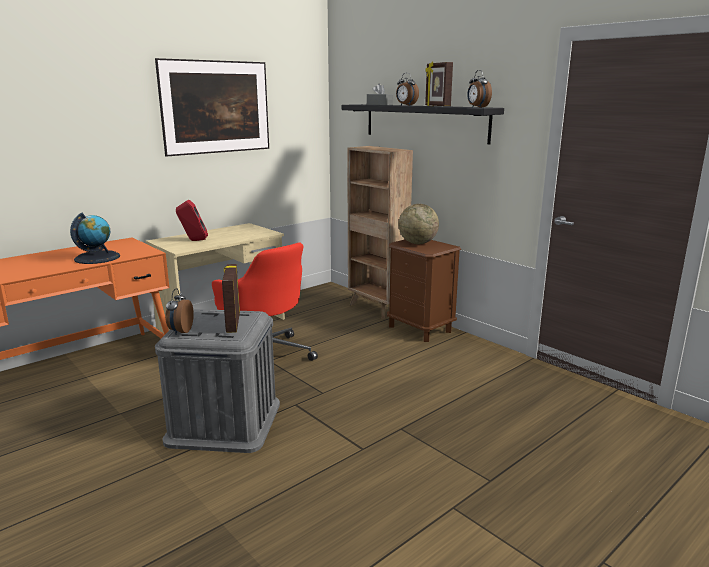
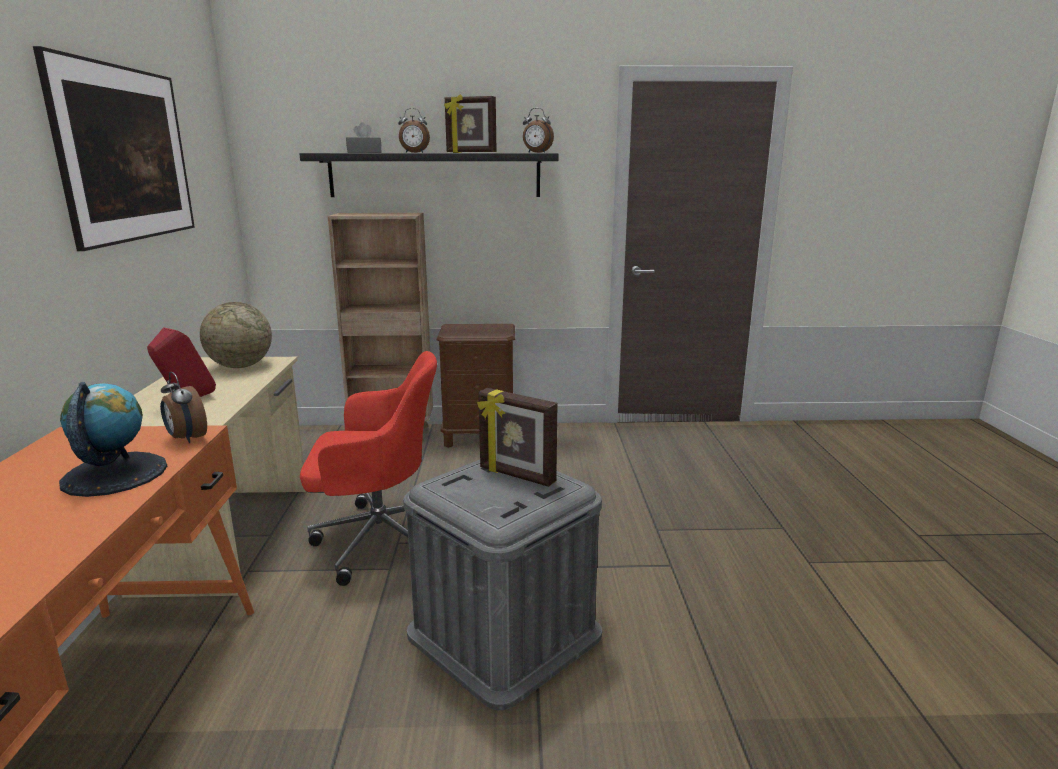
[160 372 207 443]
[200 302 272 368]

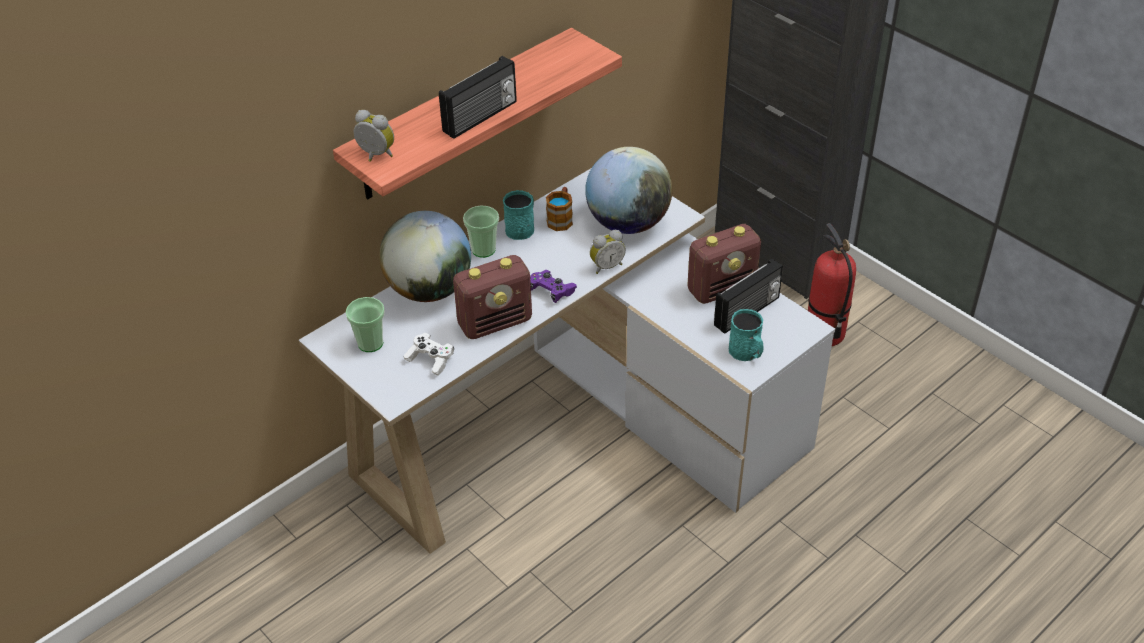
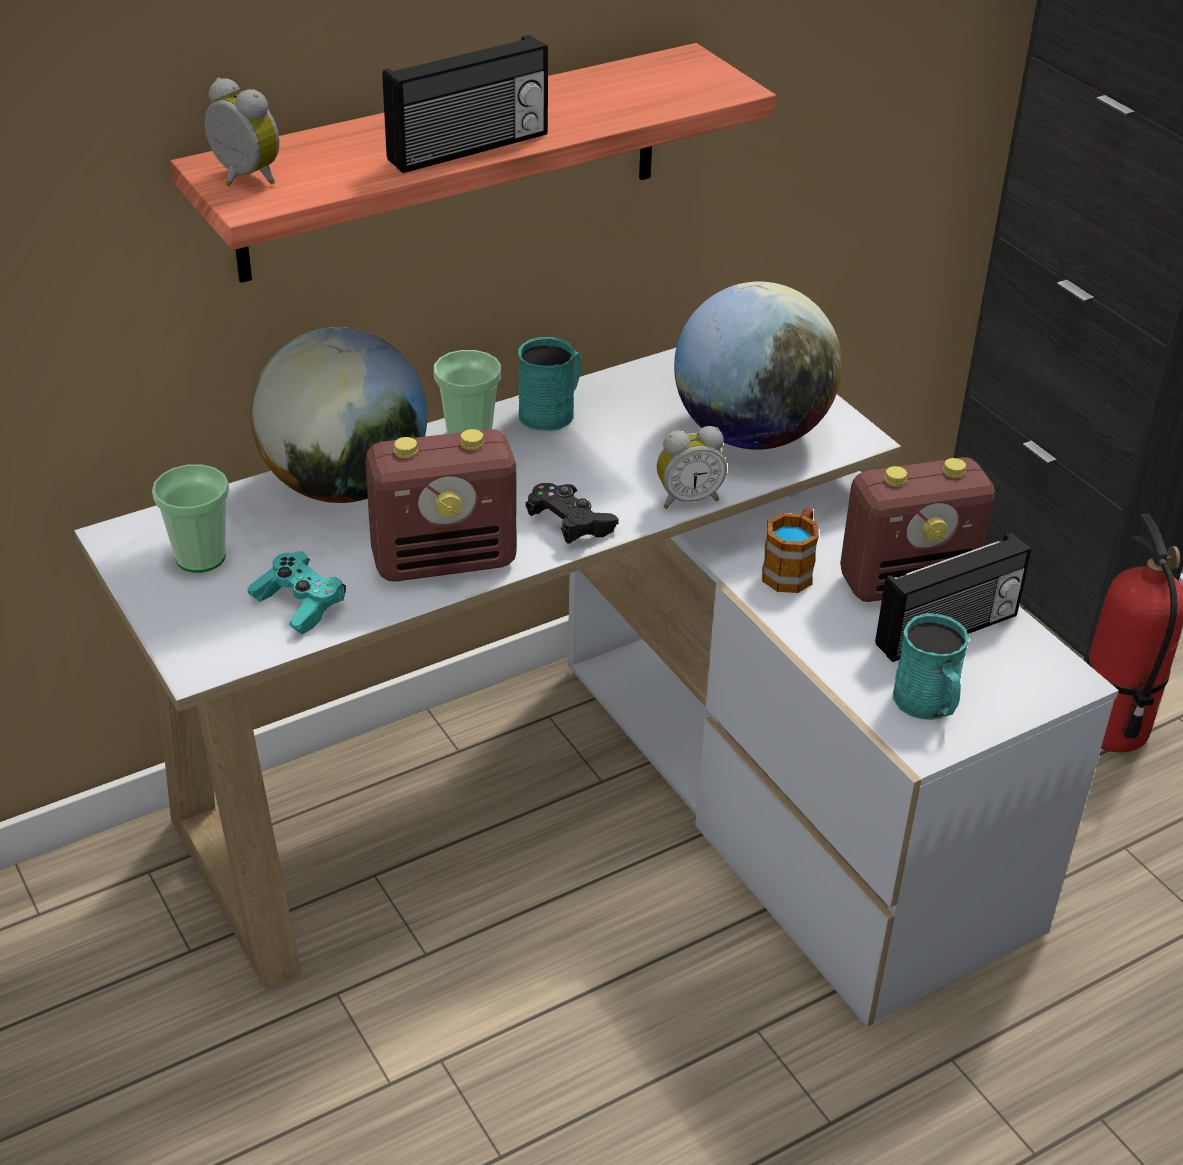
[248 551 346 634]
[526 483 619 544]
[762 508 819 593]

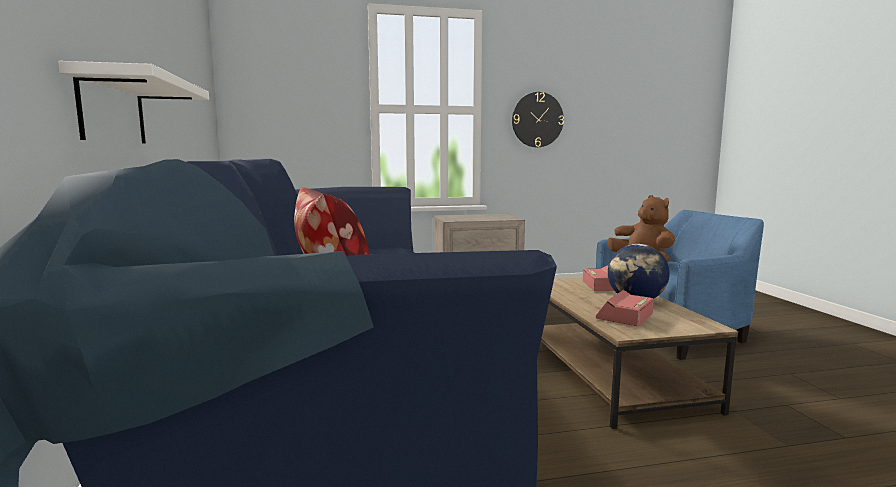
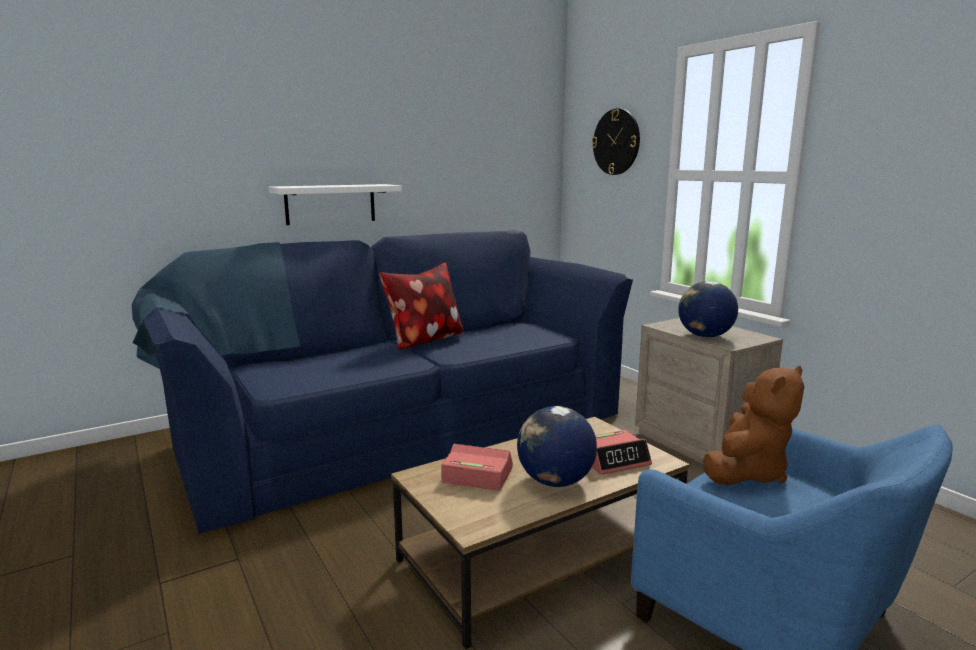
[592 108 640 175]
[678 281 738 338]

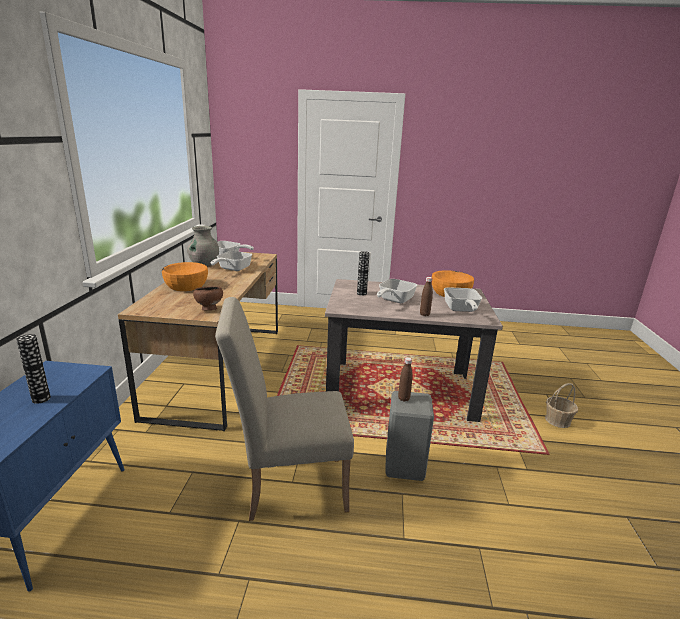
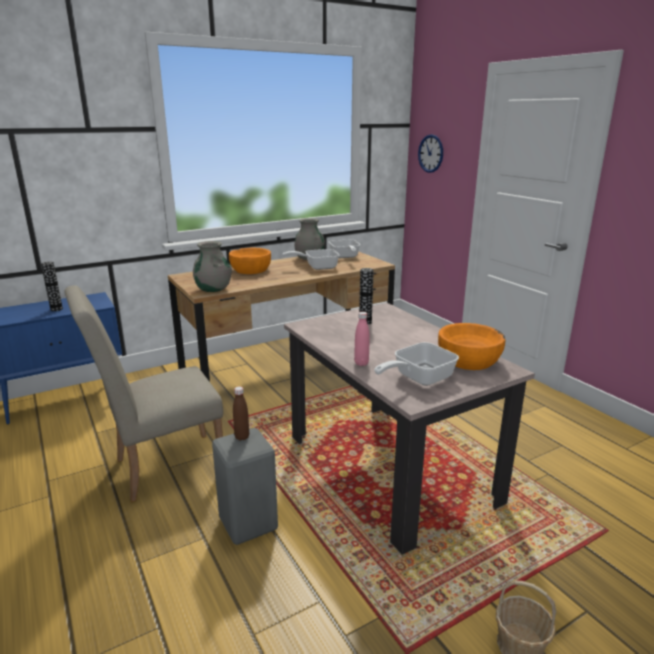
[193 241 232 292]
[64 285 223 502]
[377 279 417 303] (first image)
[354 312 370 366]
[418 134 443 173]

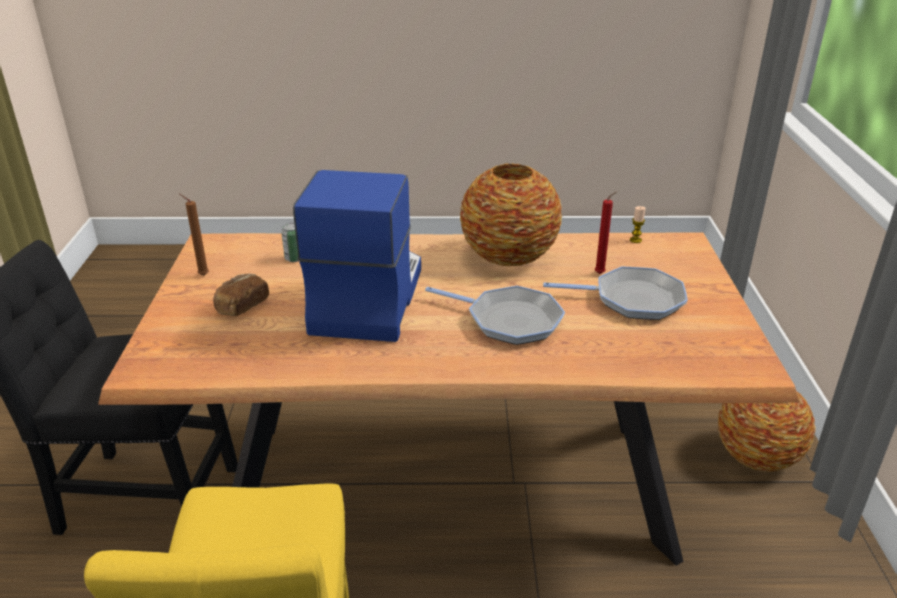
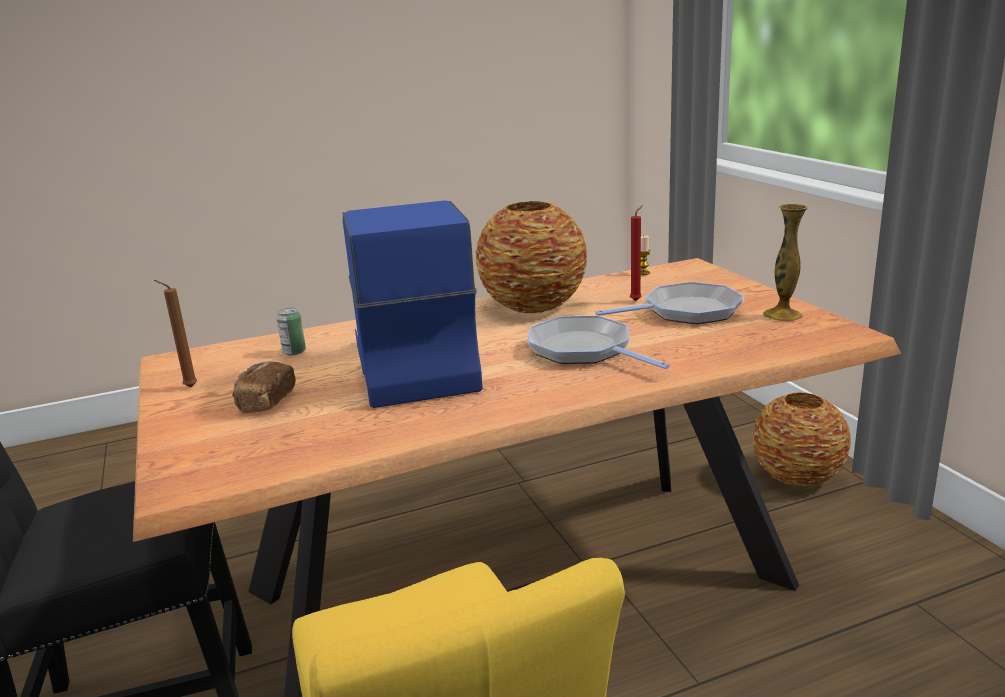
[528 316 670 369]
[763 204 808 321]

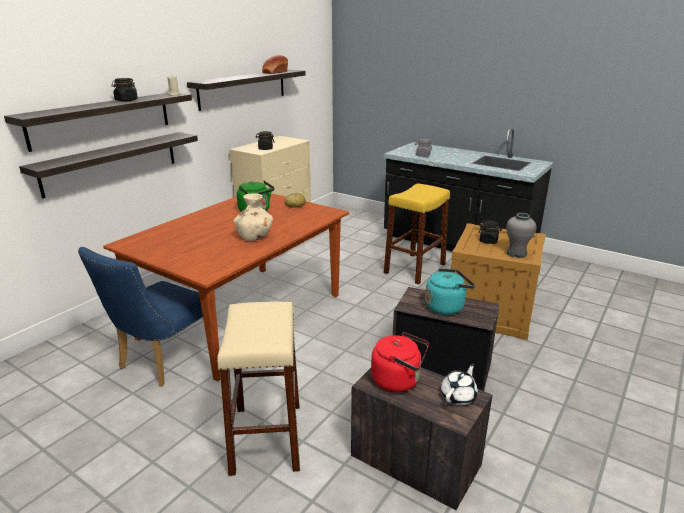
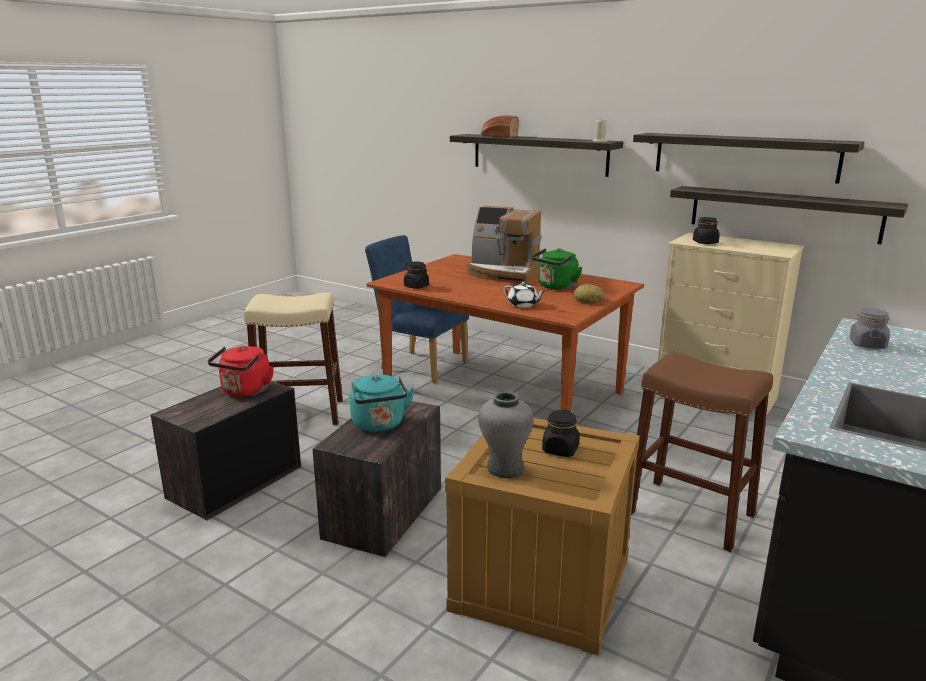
[670 186 908 244]
[404 261 429 289]
[233 193 273 241] (first image)
[481 115 519 137]
[631 352 773 552]
[504 281 546 308]
[467 206 541 284]

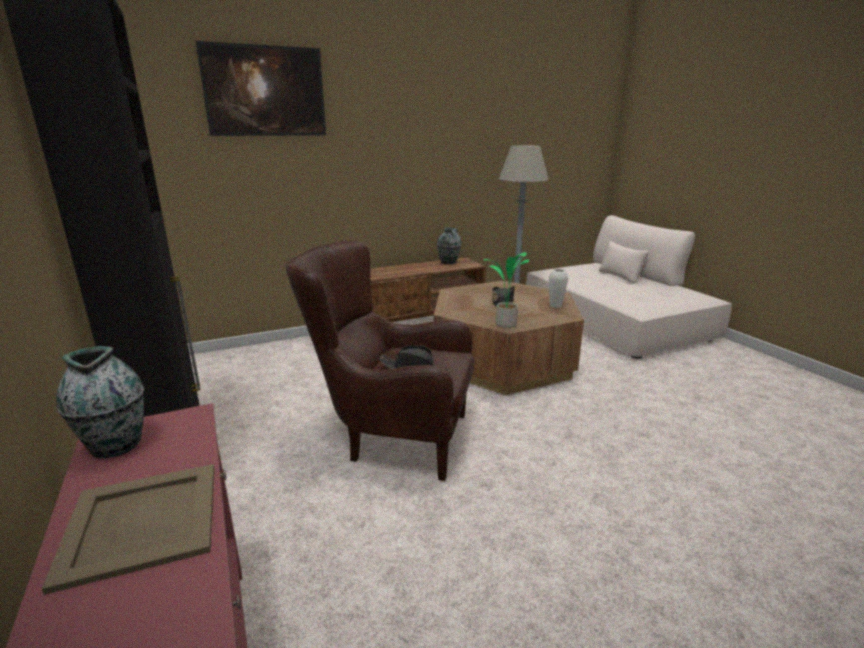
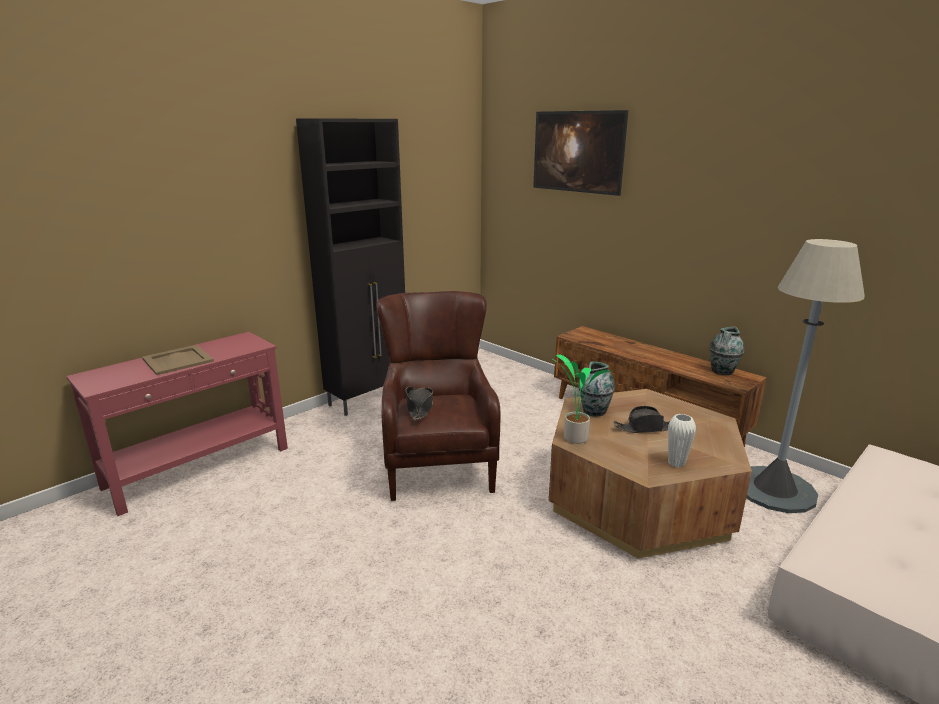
[578 361 615 417]

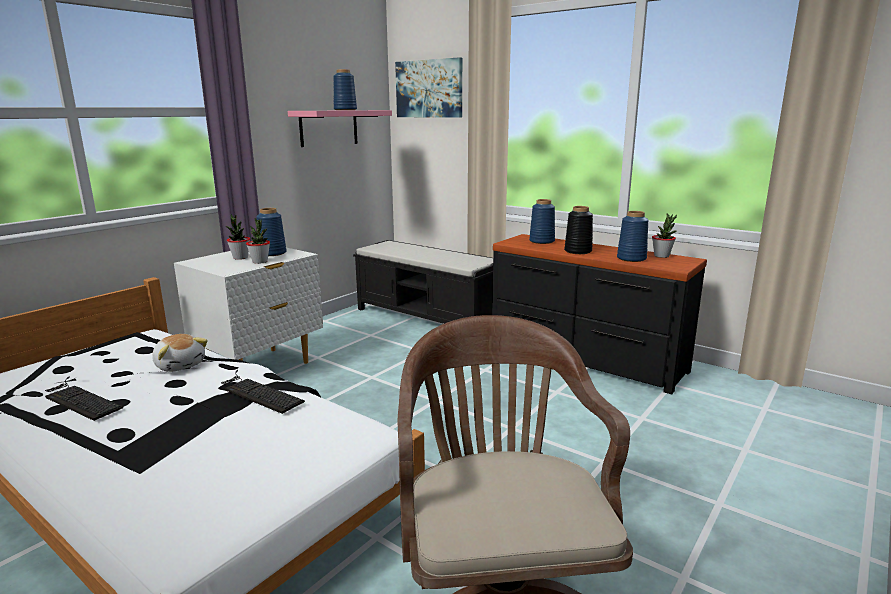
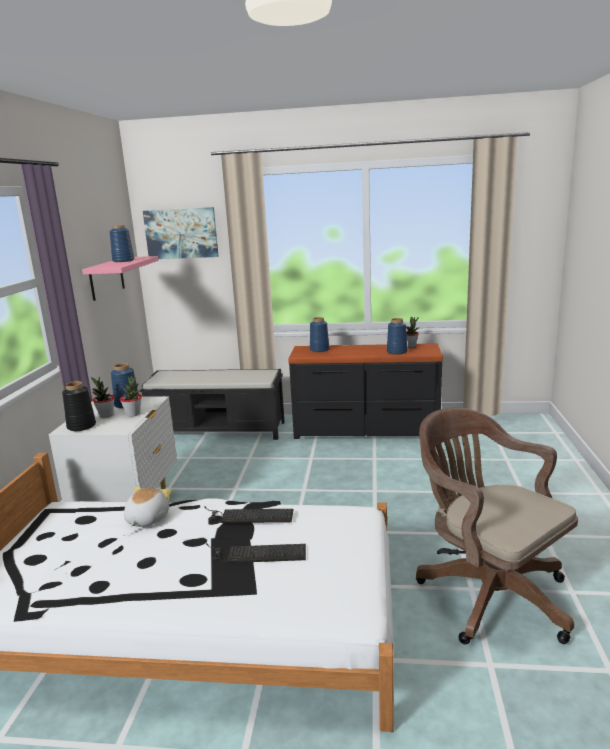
[206 543 306 563]
[124 486 172 527]
[62 381 96 431]

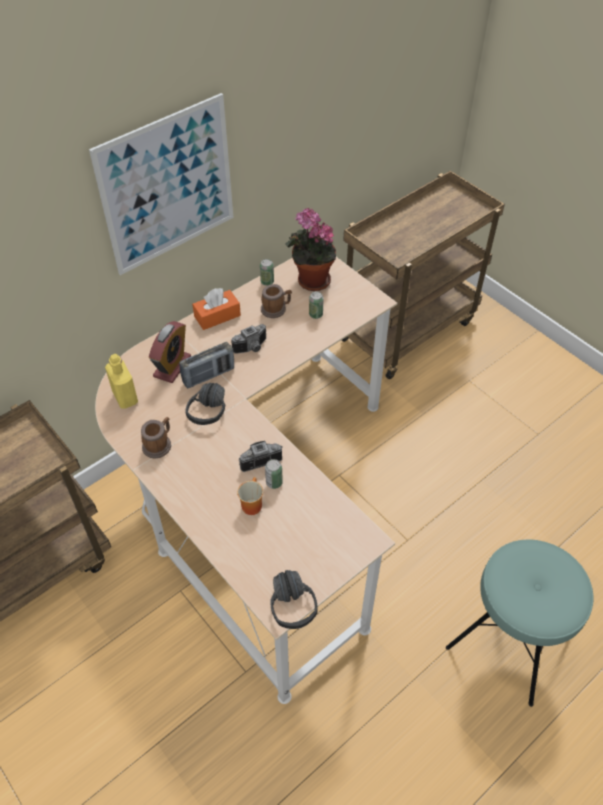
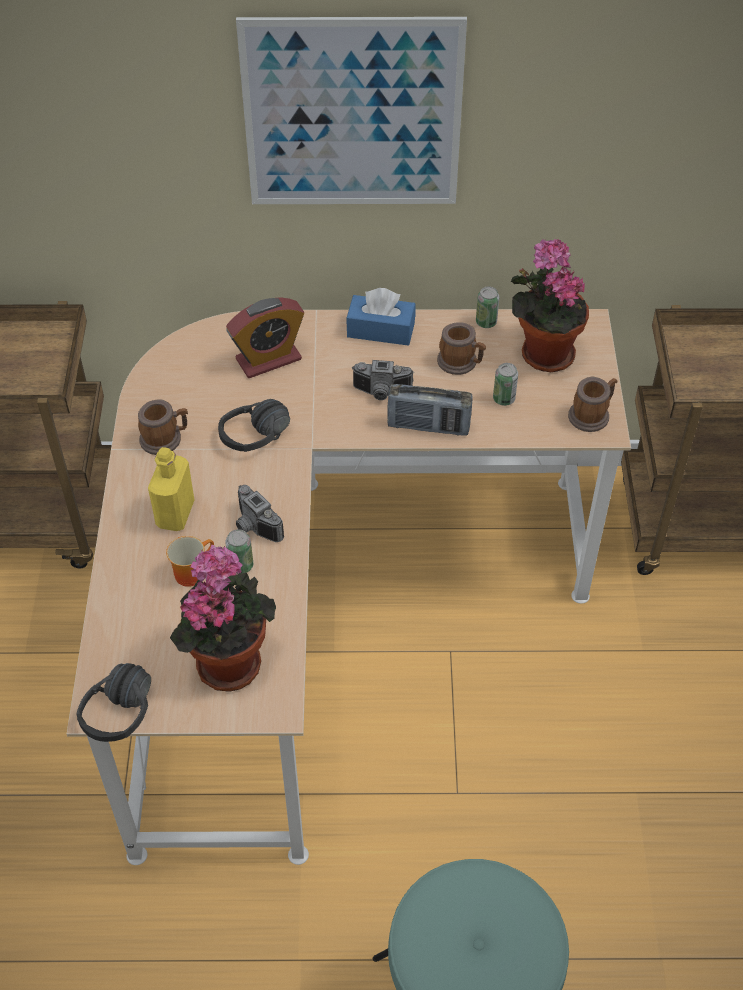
[148 447 194 531]
[387 384 472 436]
[347 288 416 346]
[236 485 284 542]
[170 545 276 692]
[568 376 617 432]

